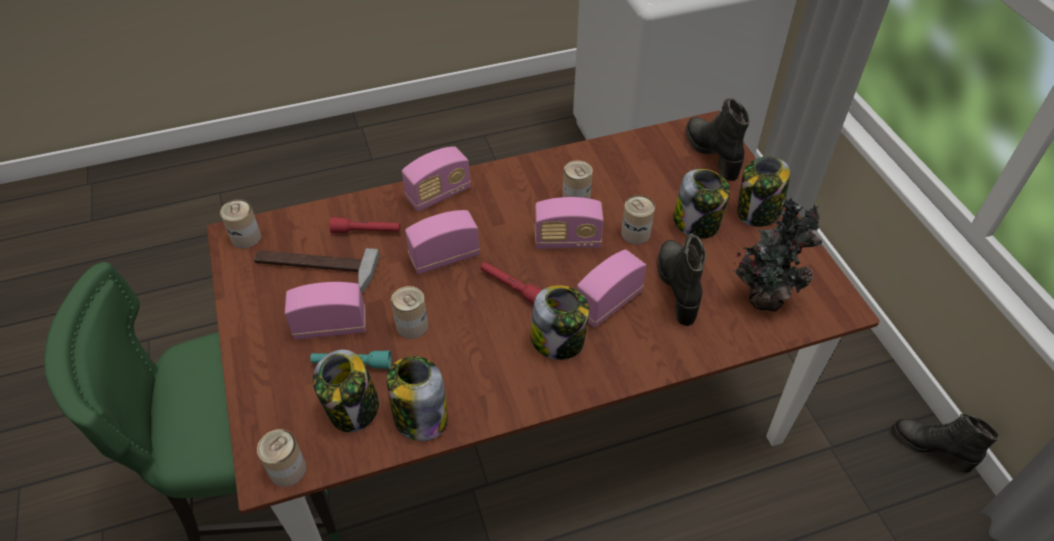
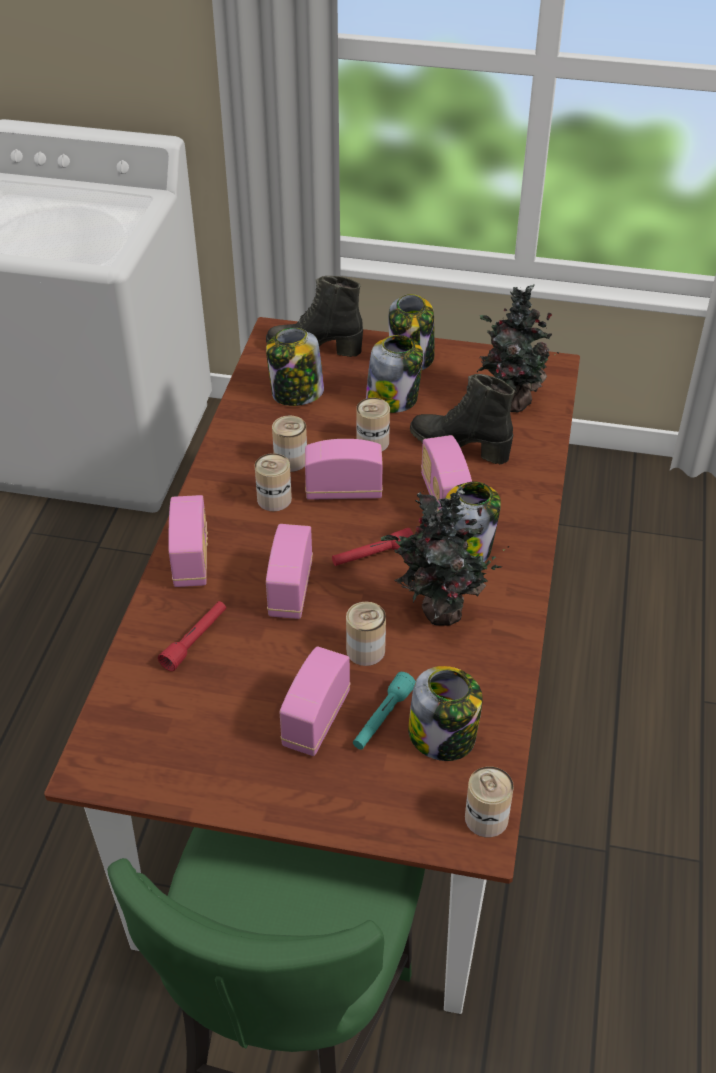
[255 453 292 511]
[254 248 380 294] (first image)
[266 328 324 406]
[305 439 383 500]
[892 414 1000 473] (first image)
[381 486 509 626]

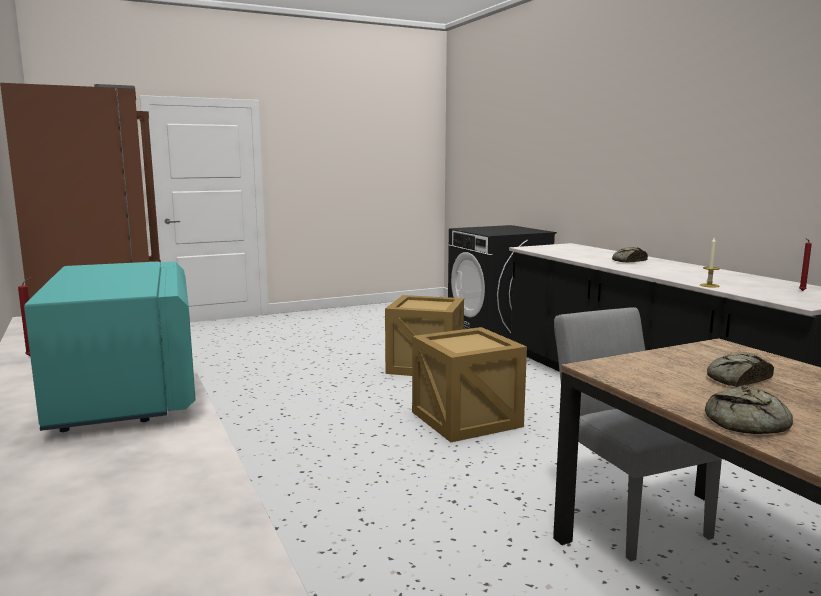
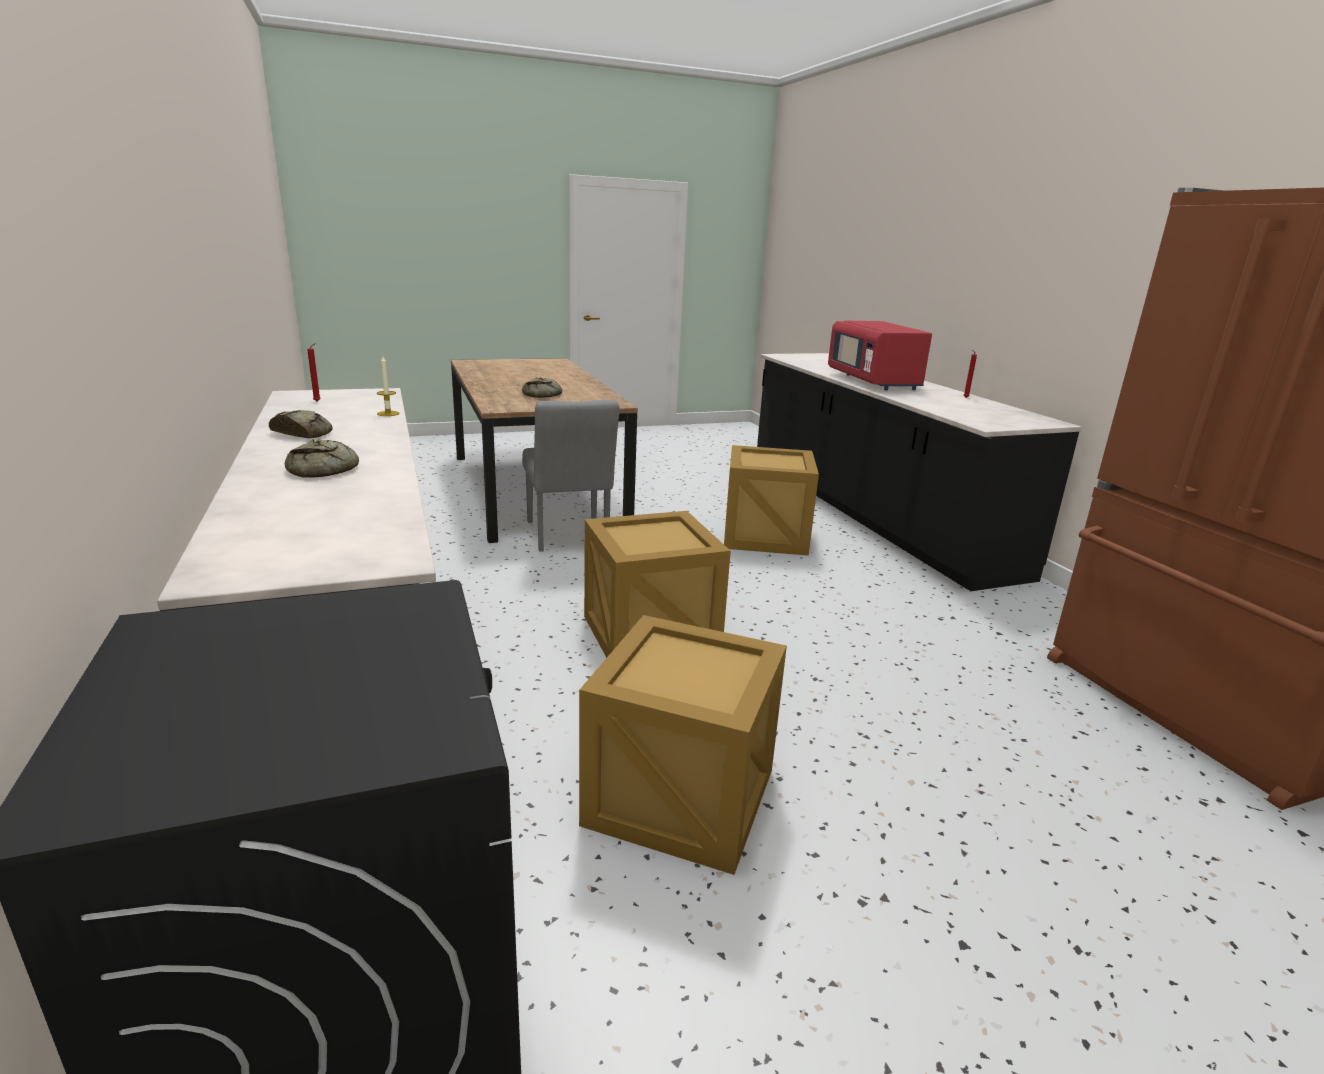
[828 321 932 390]
[269 410 333 438]
[724 445 819 556]

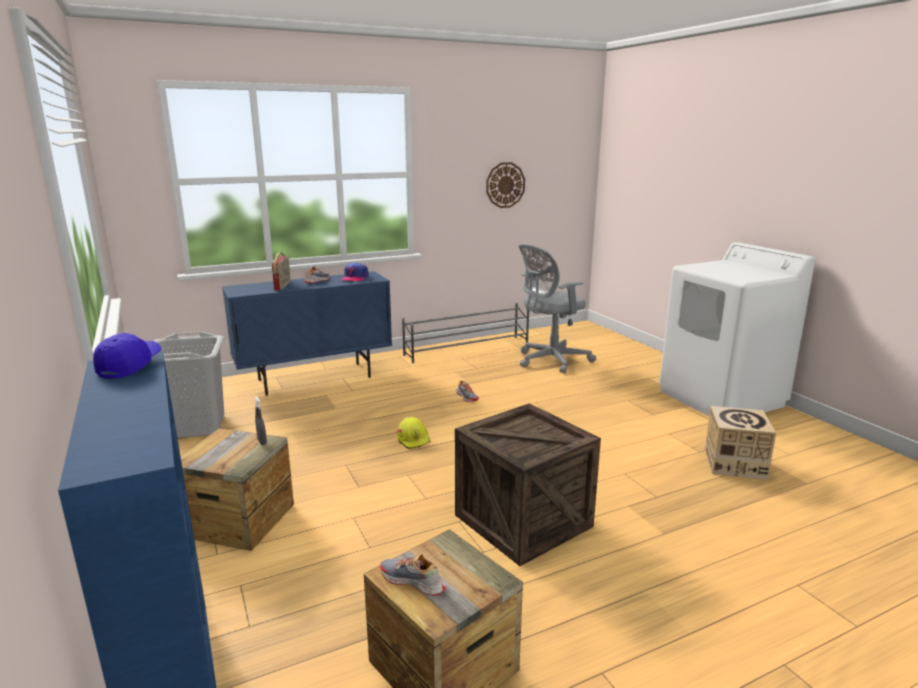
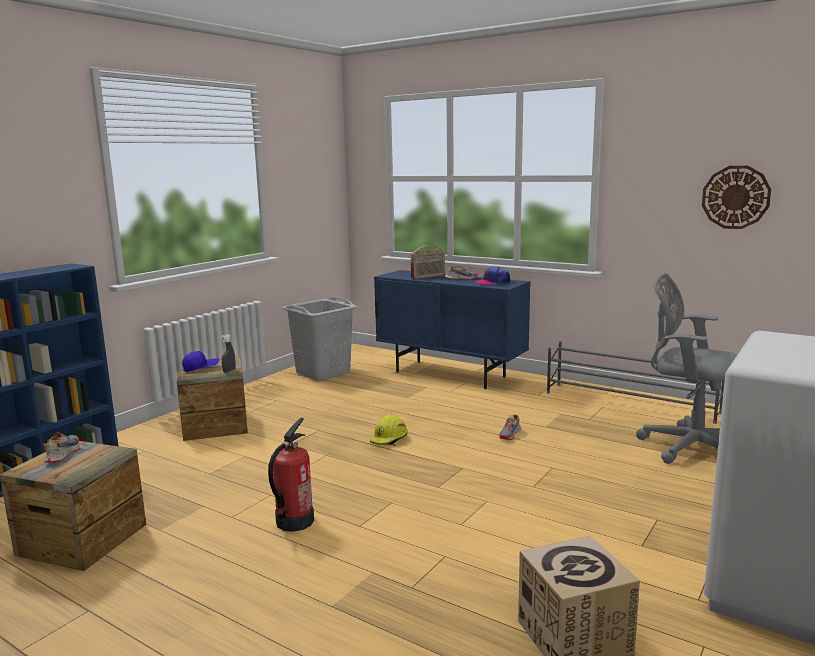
[182 351 220 372]
[268 418 314 532]

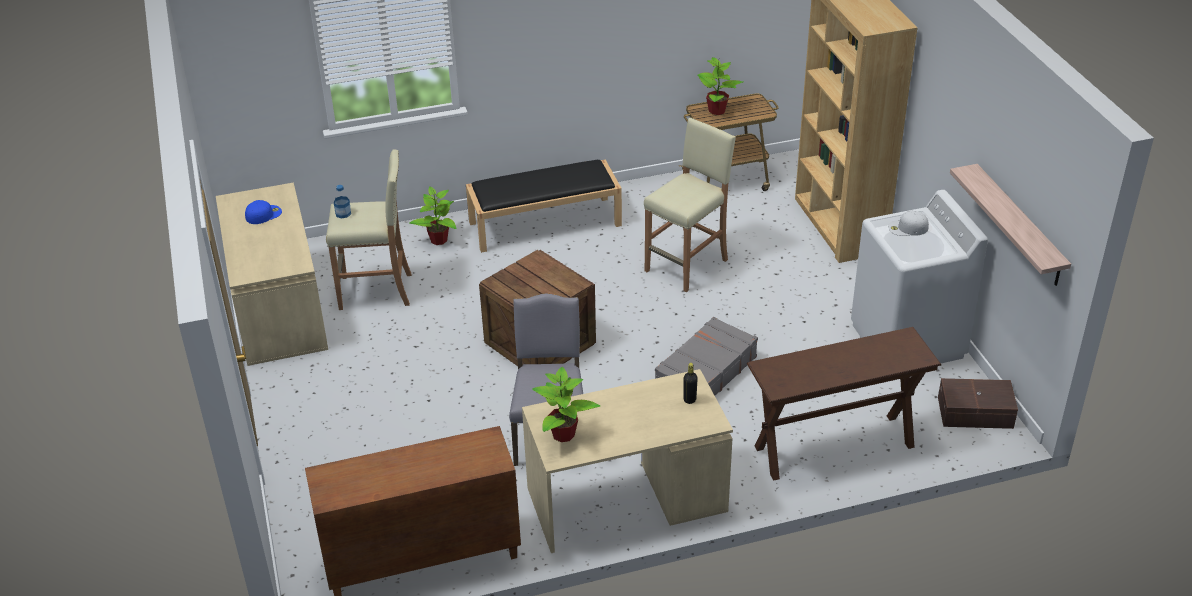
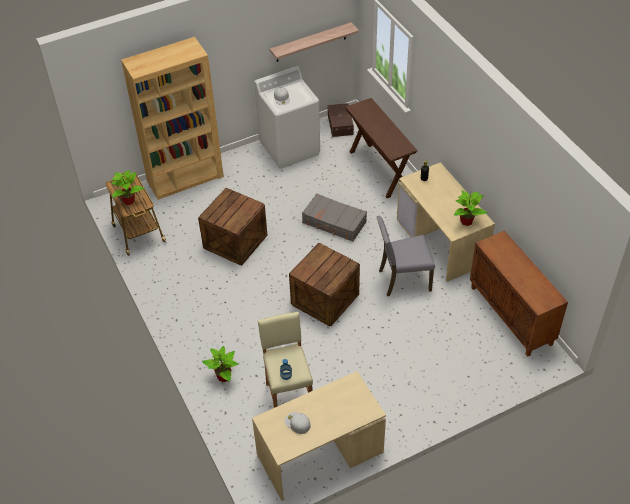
[285 412 311 434]
[466 160 622 253] (first image)
[198 188 267 265]

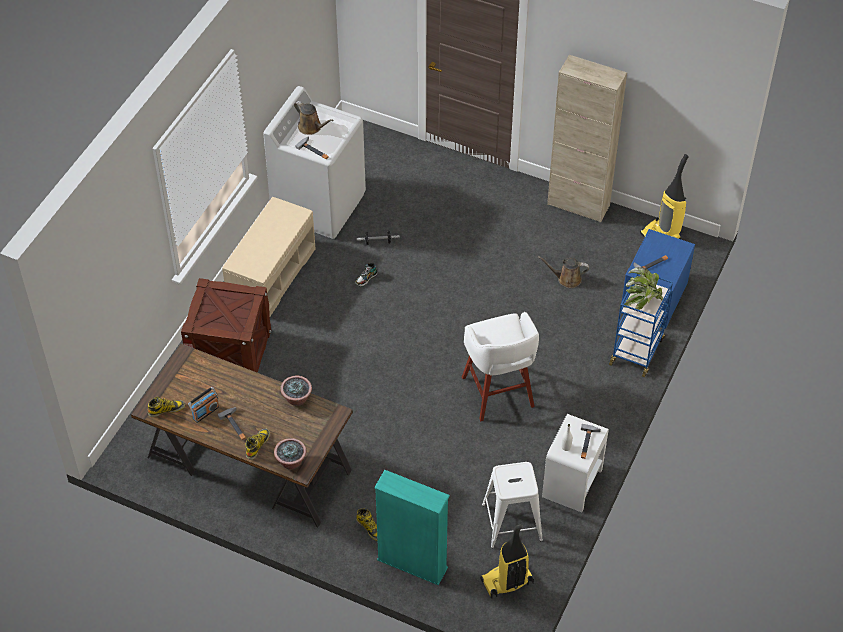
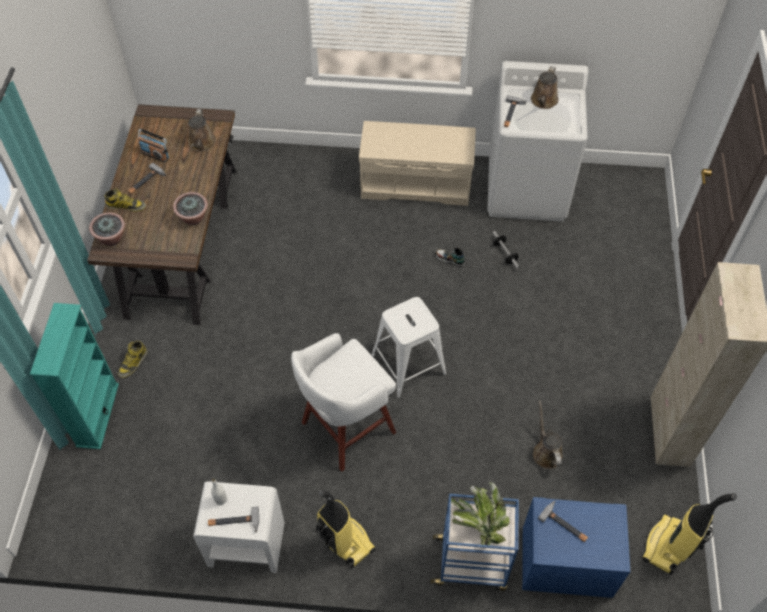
[148 396 185 417] (first image)
[181 278 271 373] (first image)
[316 490 375 569]
[372 297 447 398]
[188 109 216 152]

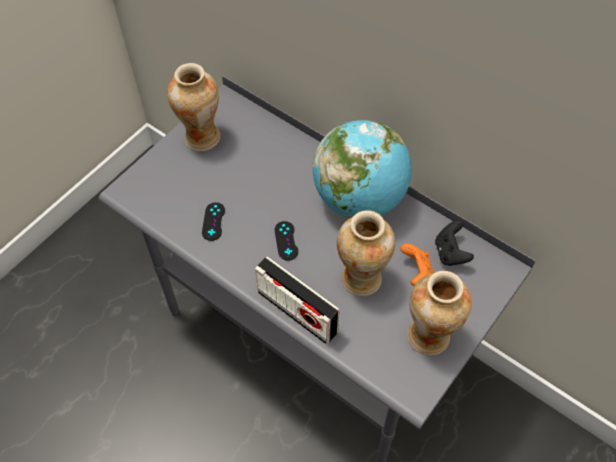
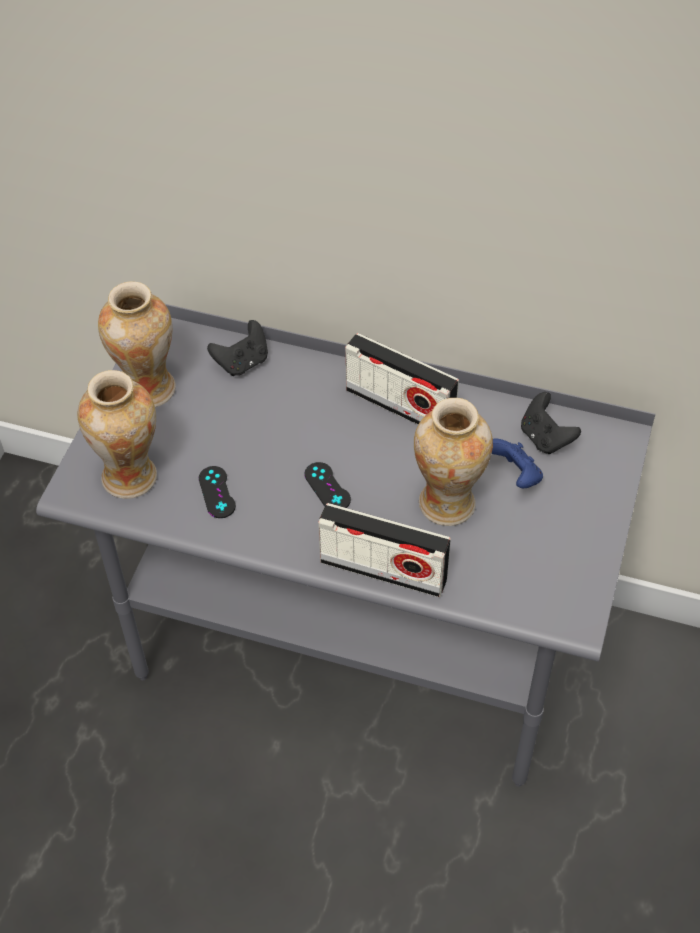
[345 333 459 425]
[492 438 543 488]
[77 370 157 498]
[207 320 268 376]

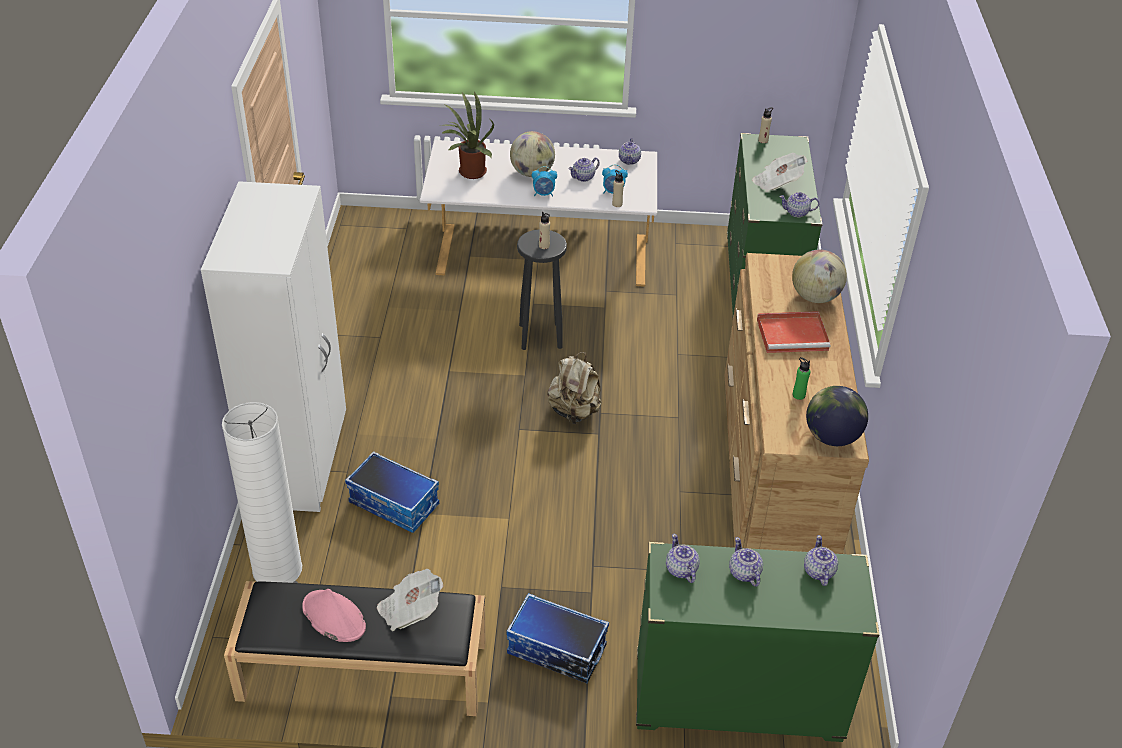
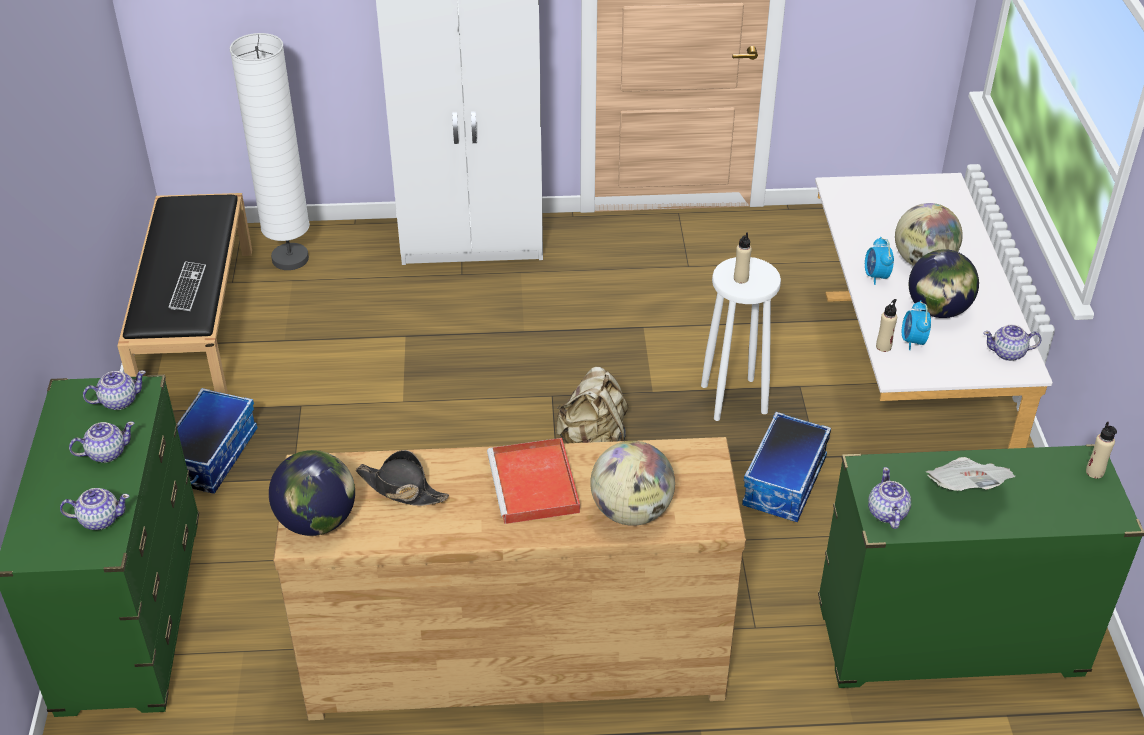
[302 589 366 642] (first image)
[742 412 831 522]
[169 261 206 311]
[441 92 494 179] (first image)
[701 257 781 421]
[909 249 979 318]
[356 450 449 506]

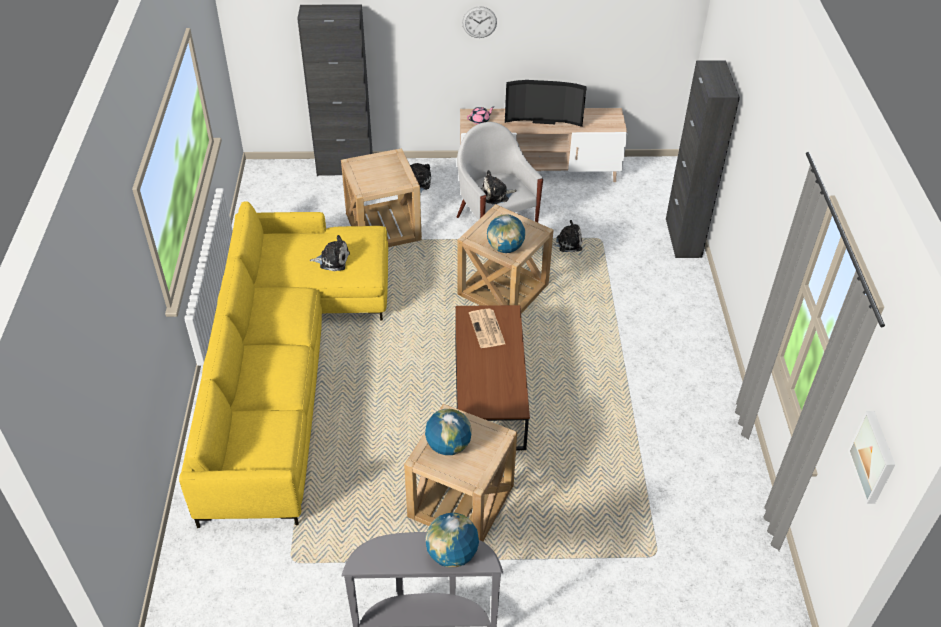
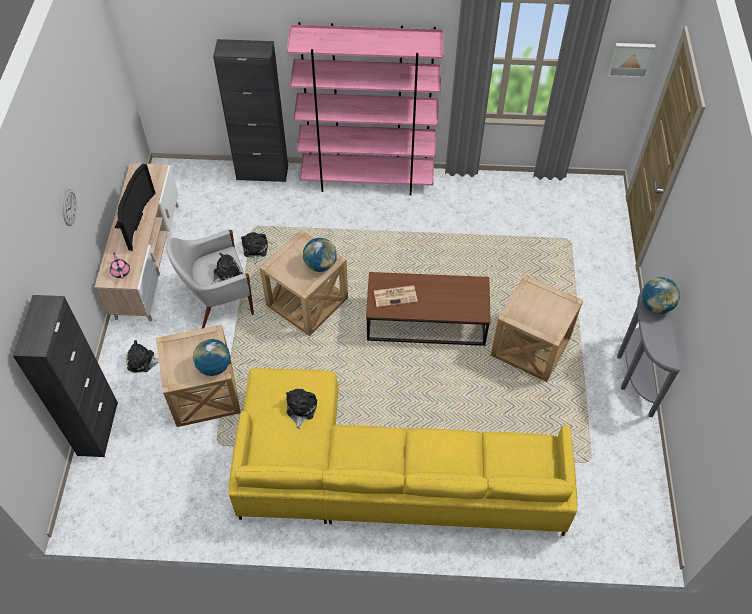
[193 339 230 376]
[212 253 243 284]
[286 22 444 196]

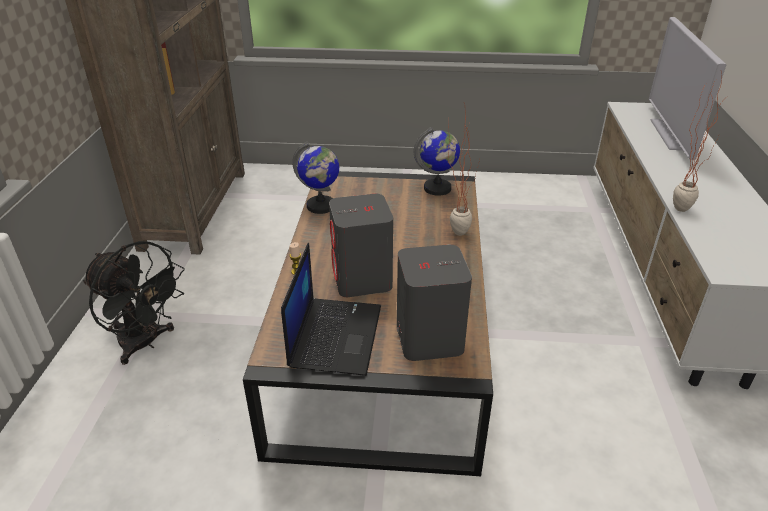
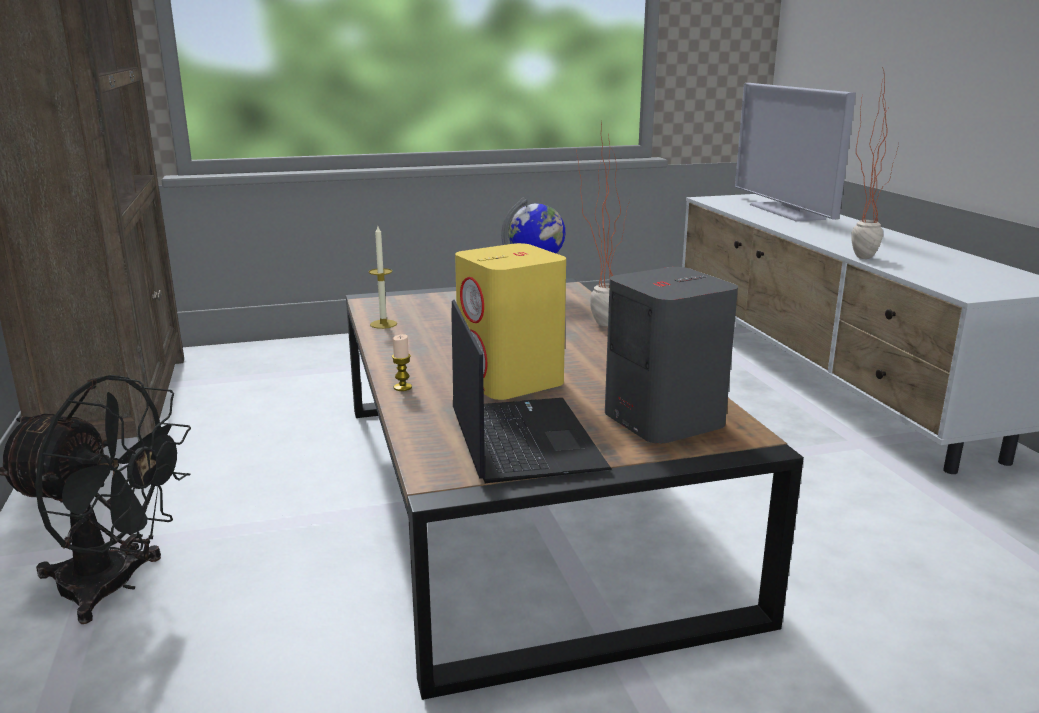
[369 226 397 329]
[455 243 566 400]

